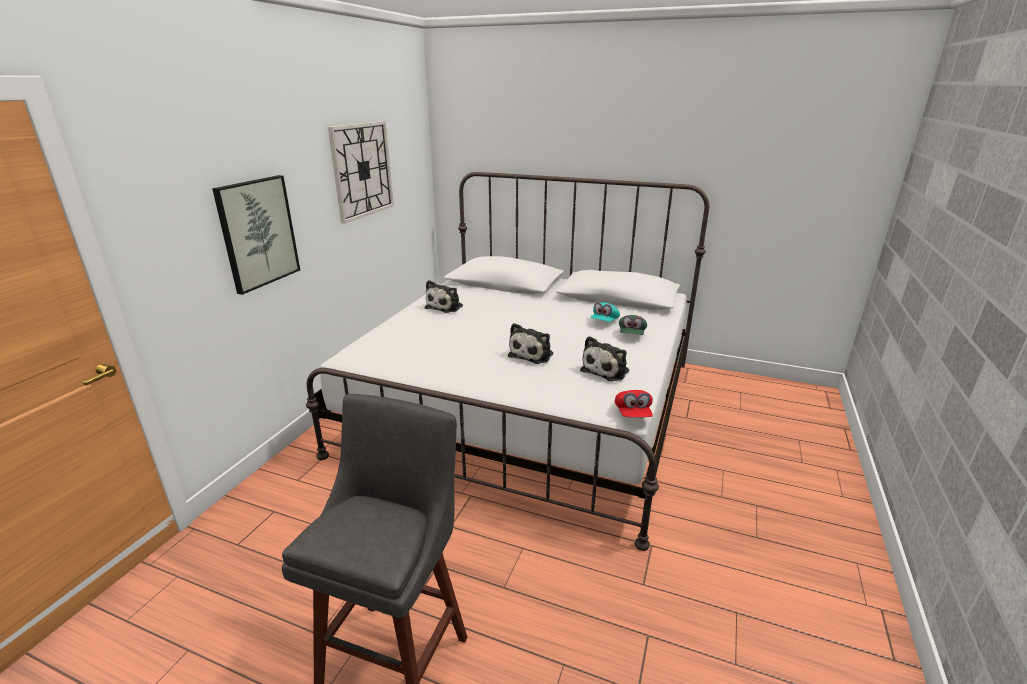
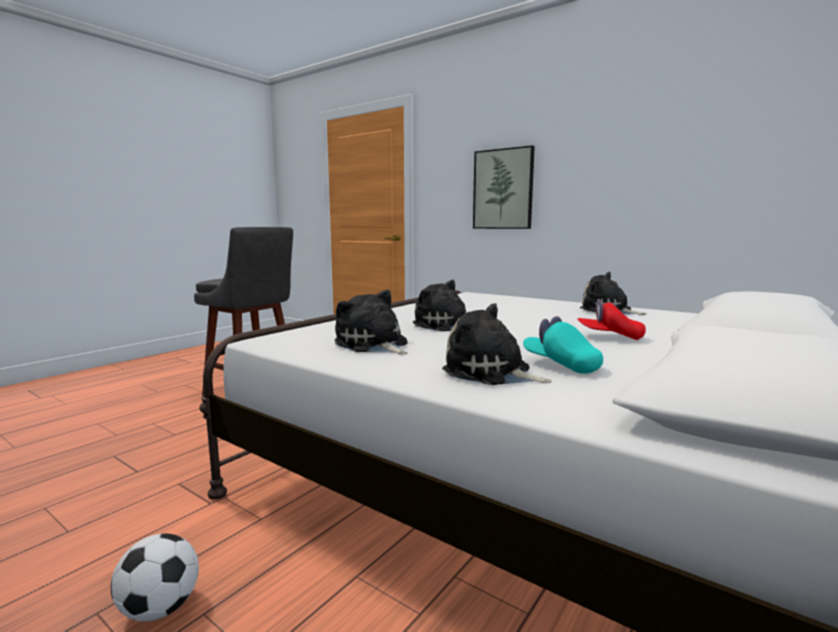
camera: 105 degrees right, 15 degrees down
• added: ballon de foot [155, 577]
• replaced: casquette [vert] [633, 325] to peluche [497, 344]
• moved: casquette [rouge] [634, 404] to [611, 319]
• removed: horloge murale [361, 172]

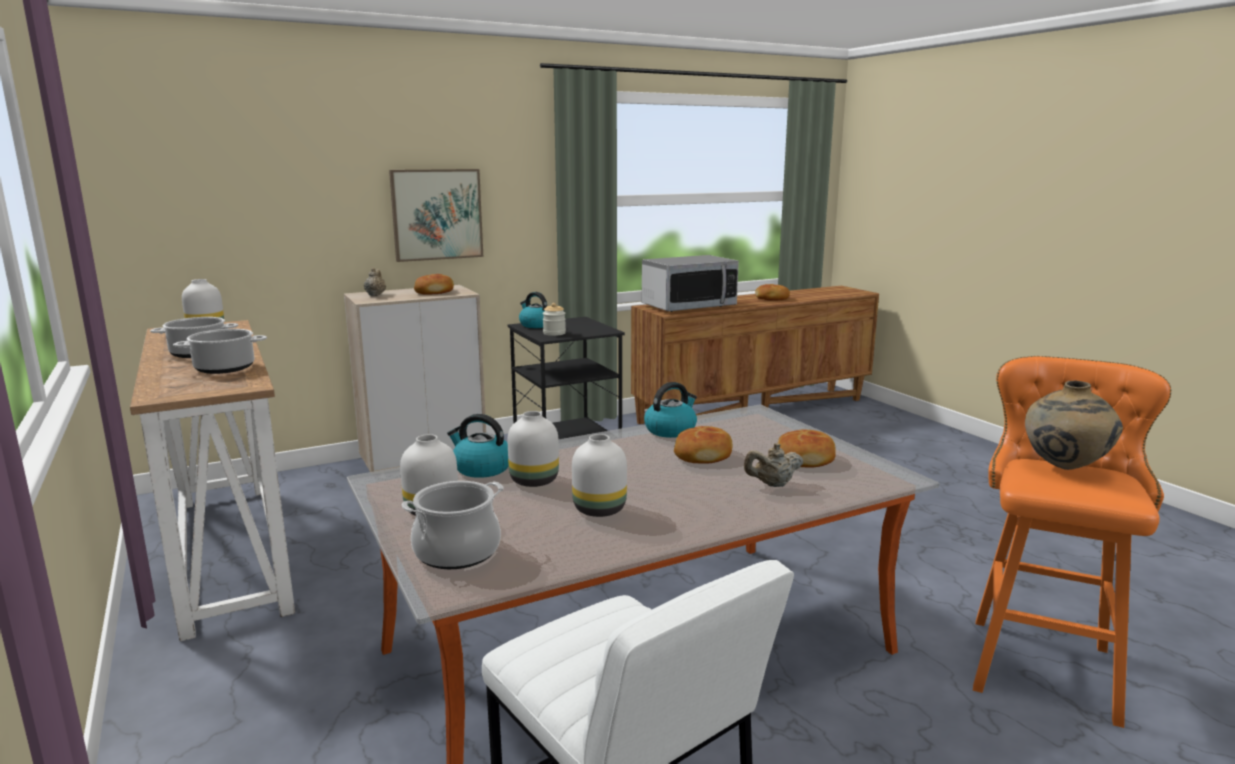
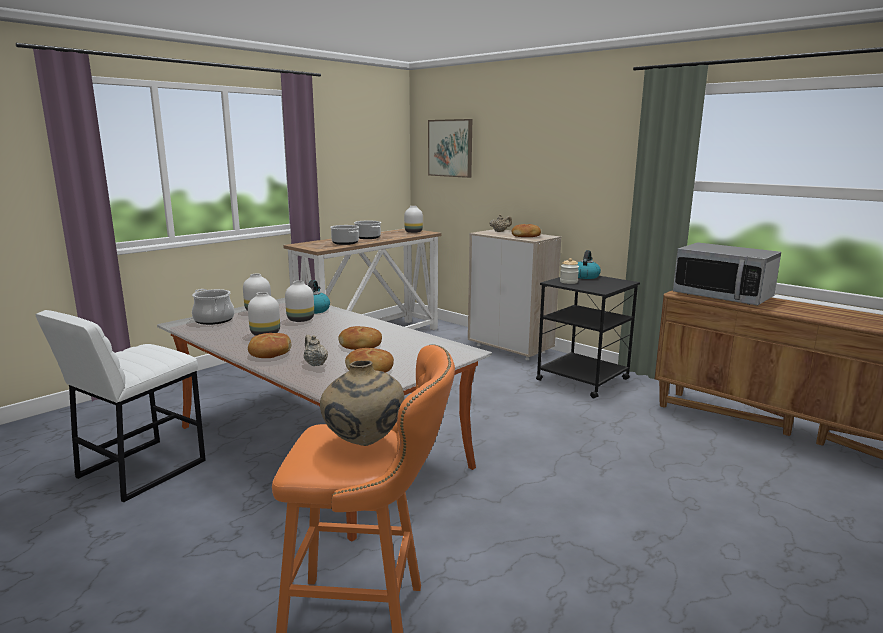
camera: 70 degrees right, 0 degrees up
• moved: pain [772, 292] to [269, 345]
• moved: tableau [436, 215] to [450, 148]
• removed: bouilloire [670, 410]

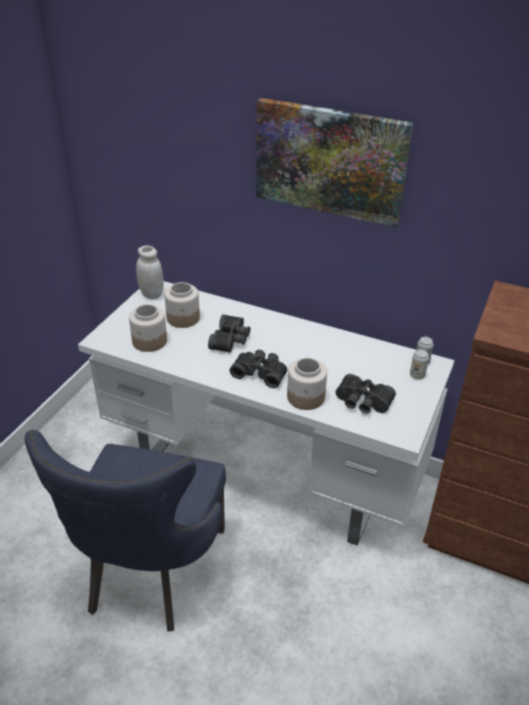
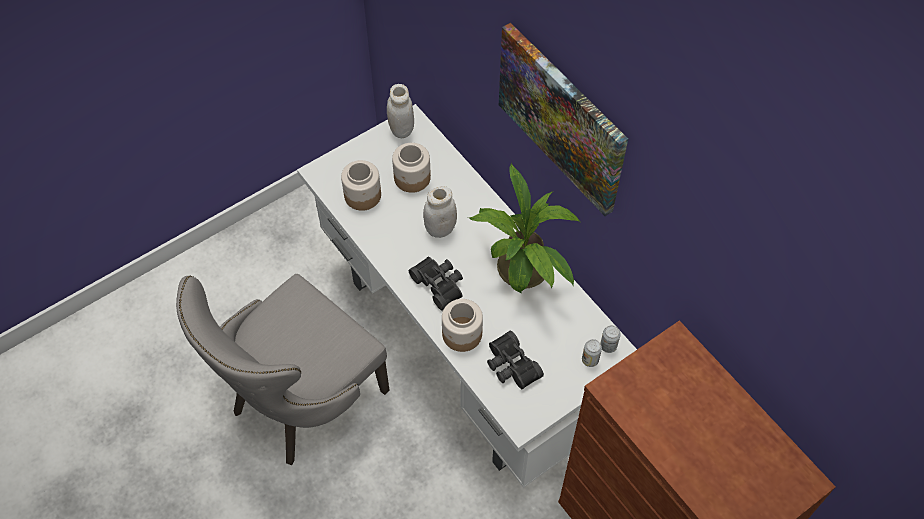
camera: 30 degrees right, 20 degrees up
• recoloured: chaise [bleu] [125, 531] to chaise [gris] [283, 369]
• replaced: jumelles [noir] [229, 333] to bocal [blanc] [440, 212]
• added: plante en pot [524, 228]

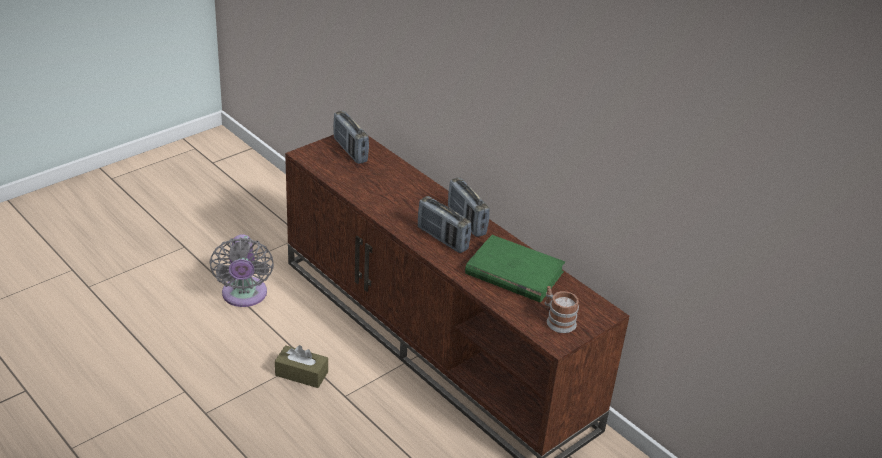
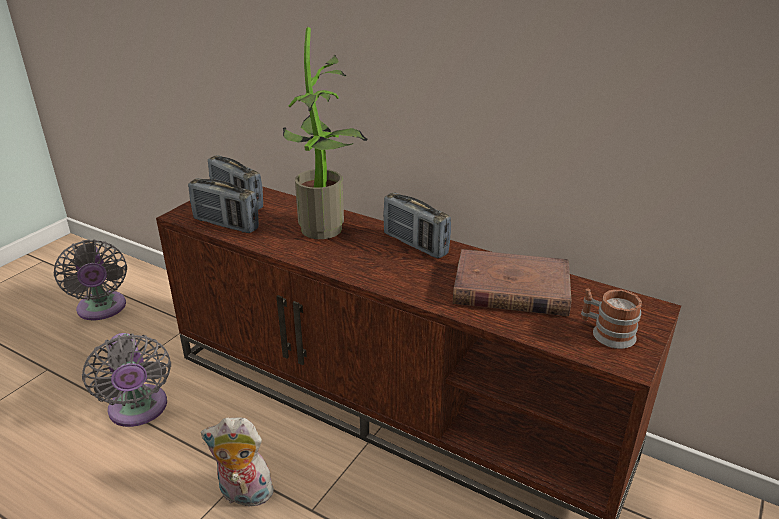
camera: 15 degrees left, 5 degrees down
• added: ventilateur [gris] [90, 279]
• moved: radio [444, 224] to [223, 205]
• replaced: boîte à mouchoirs [marron] [301, 366] to peluche [240, 464]
• added: plante en pot [325, 133]
• recoloured: livre [vert] [515, 269] to livre [marron] [512, 282]

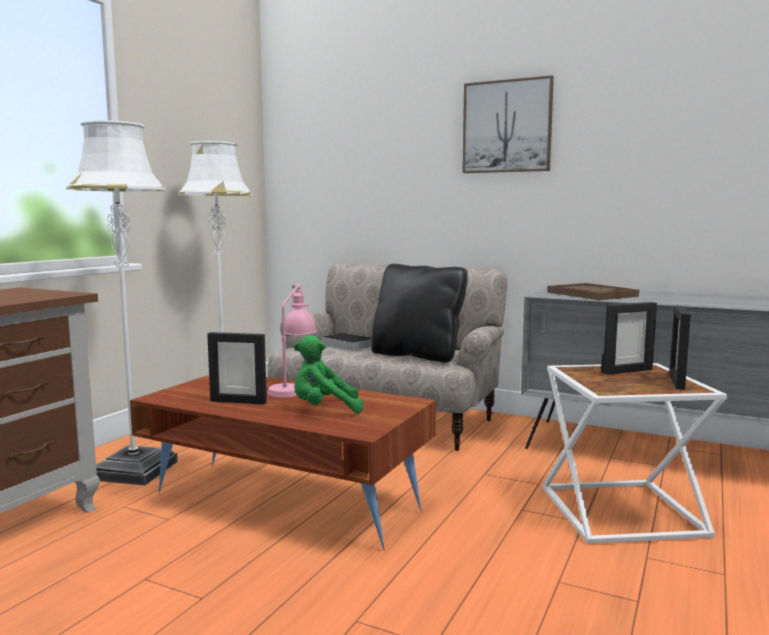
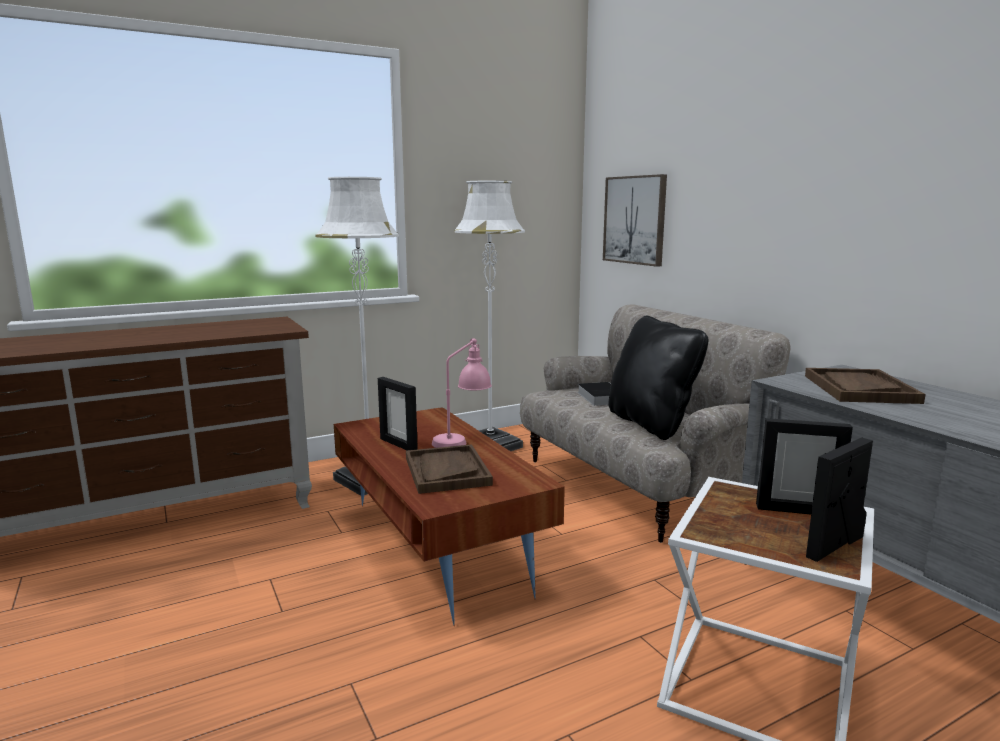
camera: 35 degrees right, 5 degrees up
• replaced: peluche [vert] [328, 374] to plateau [marron] [449, 469]
• moved: tableau [508, 124] to [635, 220]

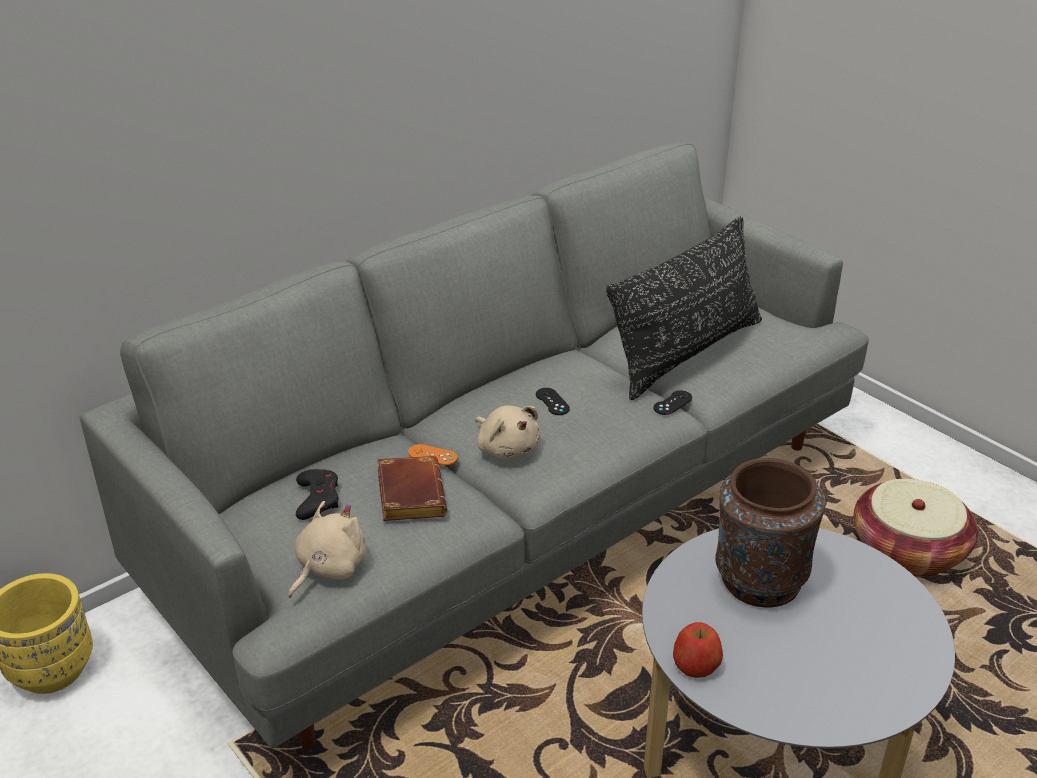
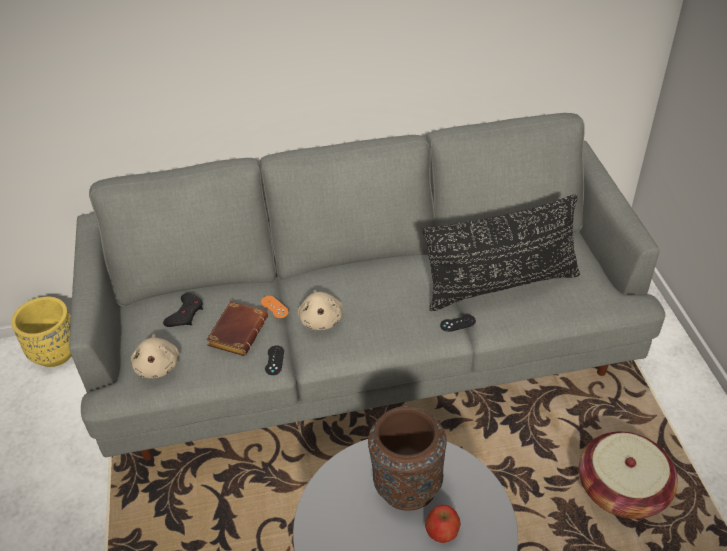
camera: 30 degrees right, 10 degrees up
• turned: peluche [beige] [327, 549] = [155, 356] 105 degrees clockwise
• moved: manette [noir] [553, 401] to [274, 360]
• moved: pomme [698, 650] to [443, 524]

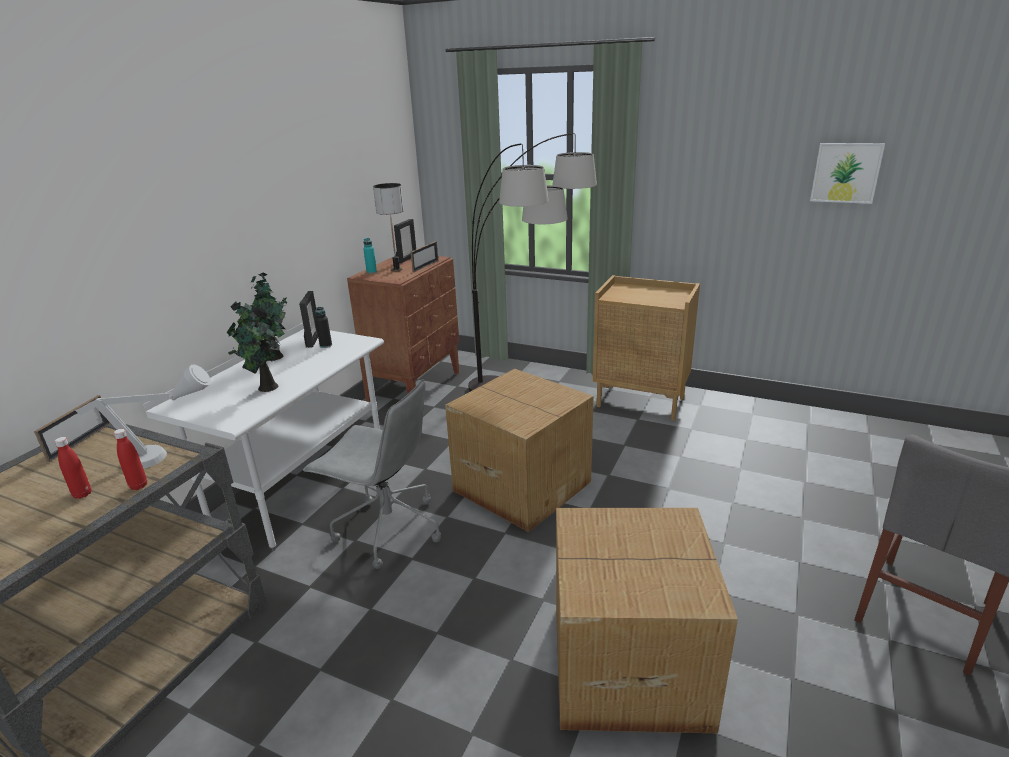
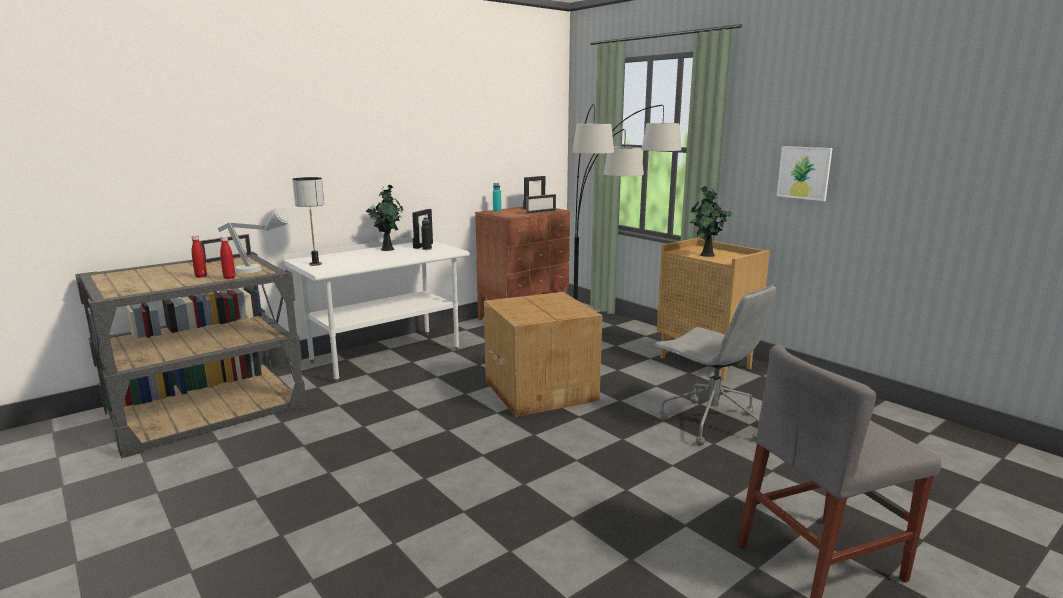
camera: 25 degrees right, 10 degrees down
• moved: lampe de table [388, 227] to [308, 221]
• moved: chaise de bureau [gris] [372, 474] to [714, 365]
• moved: plante en pot [255, 346] to [710, 221]
• moved: tableau [847, 173] to [805, 173]
• removed: carton [647, 620]

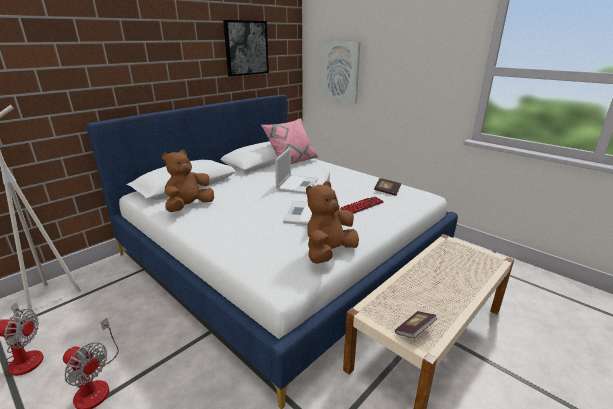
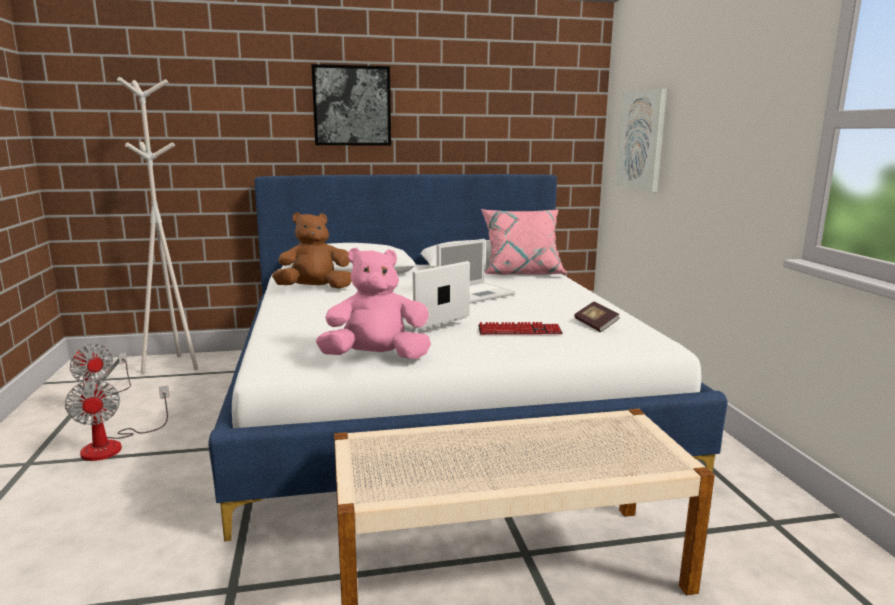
camera: 35 degrees right, 10 degrees down
• moved: tableau [246, 48] to [351, 104]
• recoloured: peluche [marron] [332, 222] to peluche [rose] [373, 303]
• removed: livre [416, 324]

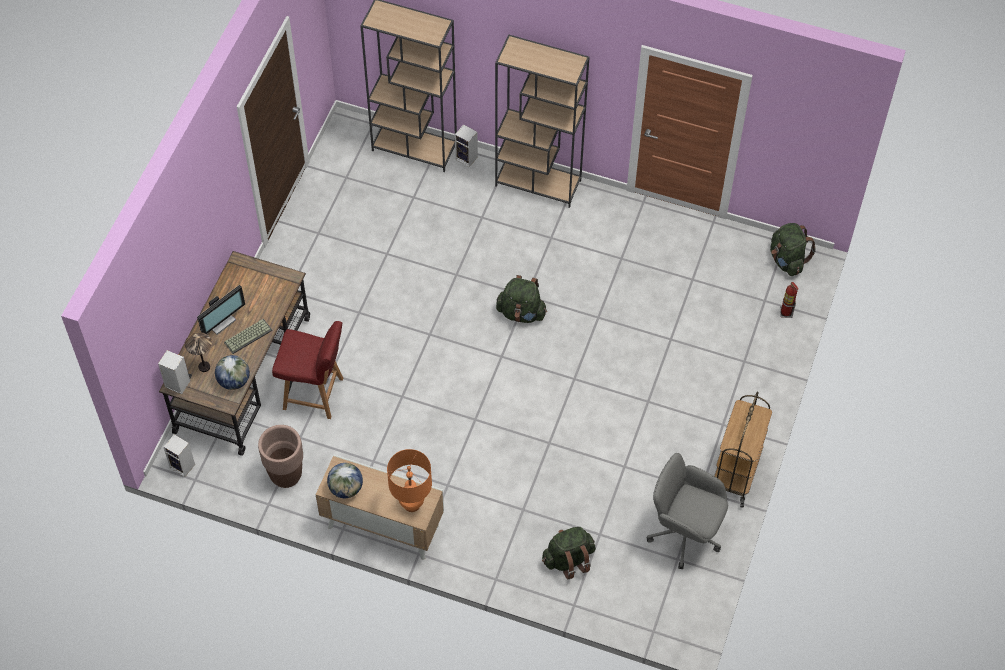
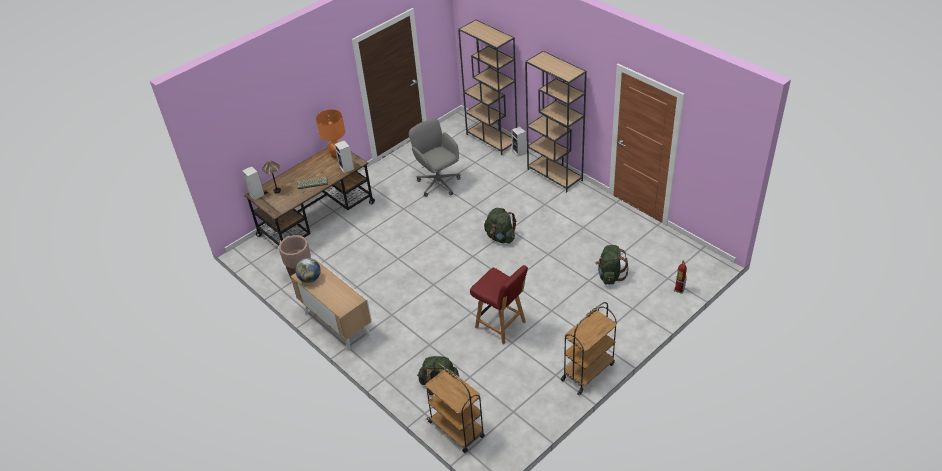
camera: 30 degrees right, 15 degrees down
• moved: lampe de table [orange] [409, 480] to [330, 133]
• moved: enceinte [179, 455] to [344, 157]
• moved: chaise de bureau [gris] [687, 511] to [435, 157]
• added: chariot [marron] [455, 407]
• moved: chaise [rouge] [307, 370] to [499, 304]
• moved: sac à dos [vert] [793, 249] to [611, 265]
• removed: écran d'ordinateur [221, 310]
• removed: globe [232, 372]

